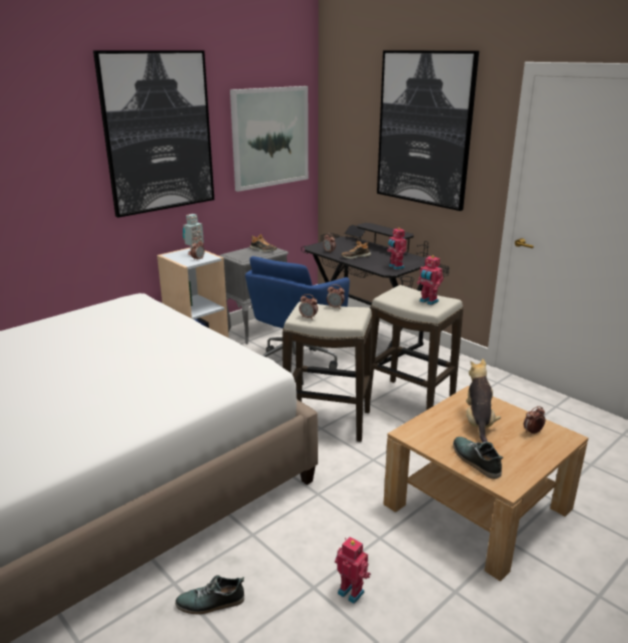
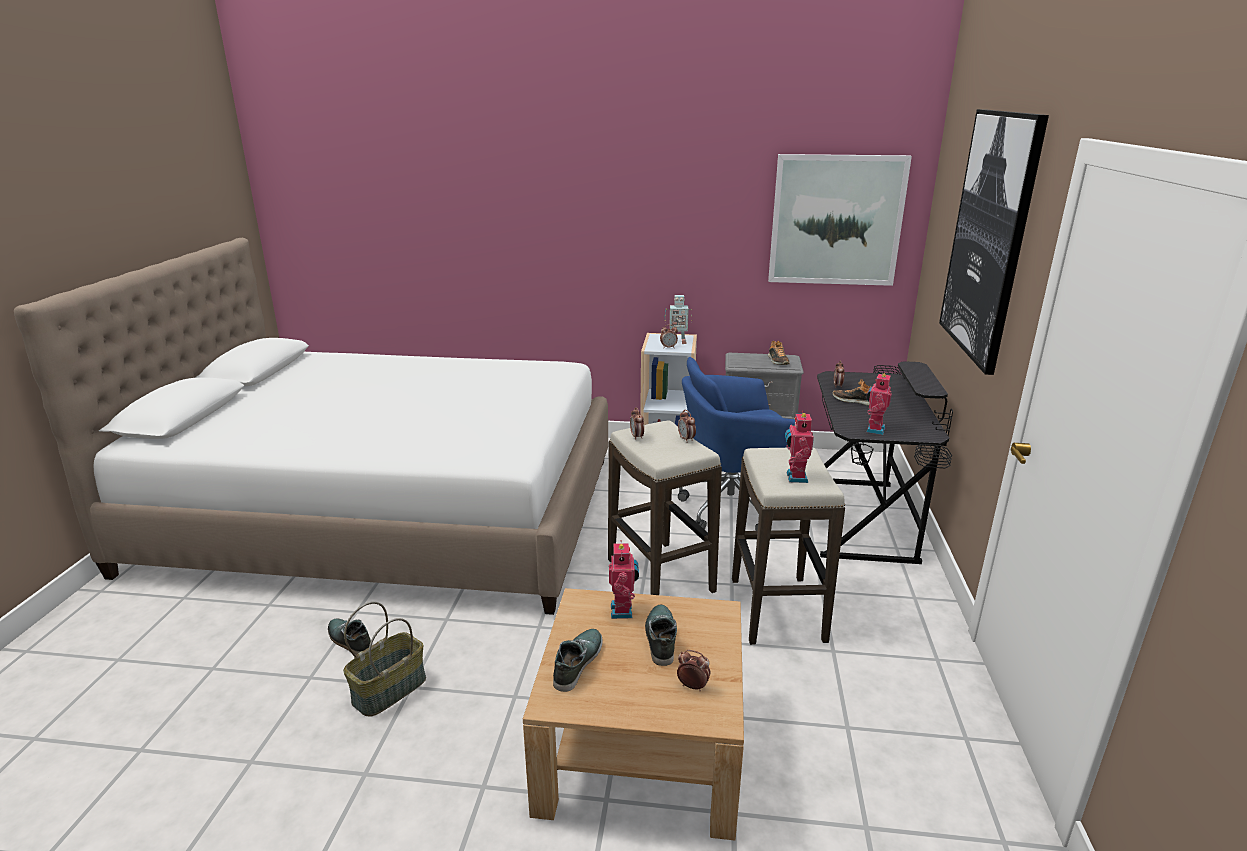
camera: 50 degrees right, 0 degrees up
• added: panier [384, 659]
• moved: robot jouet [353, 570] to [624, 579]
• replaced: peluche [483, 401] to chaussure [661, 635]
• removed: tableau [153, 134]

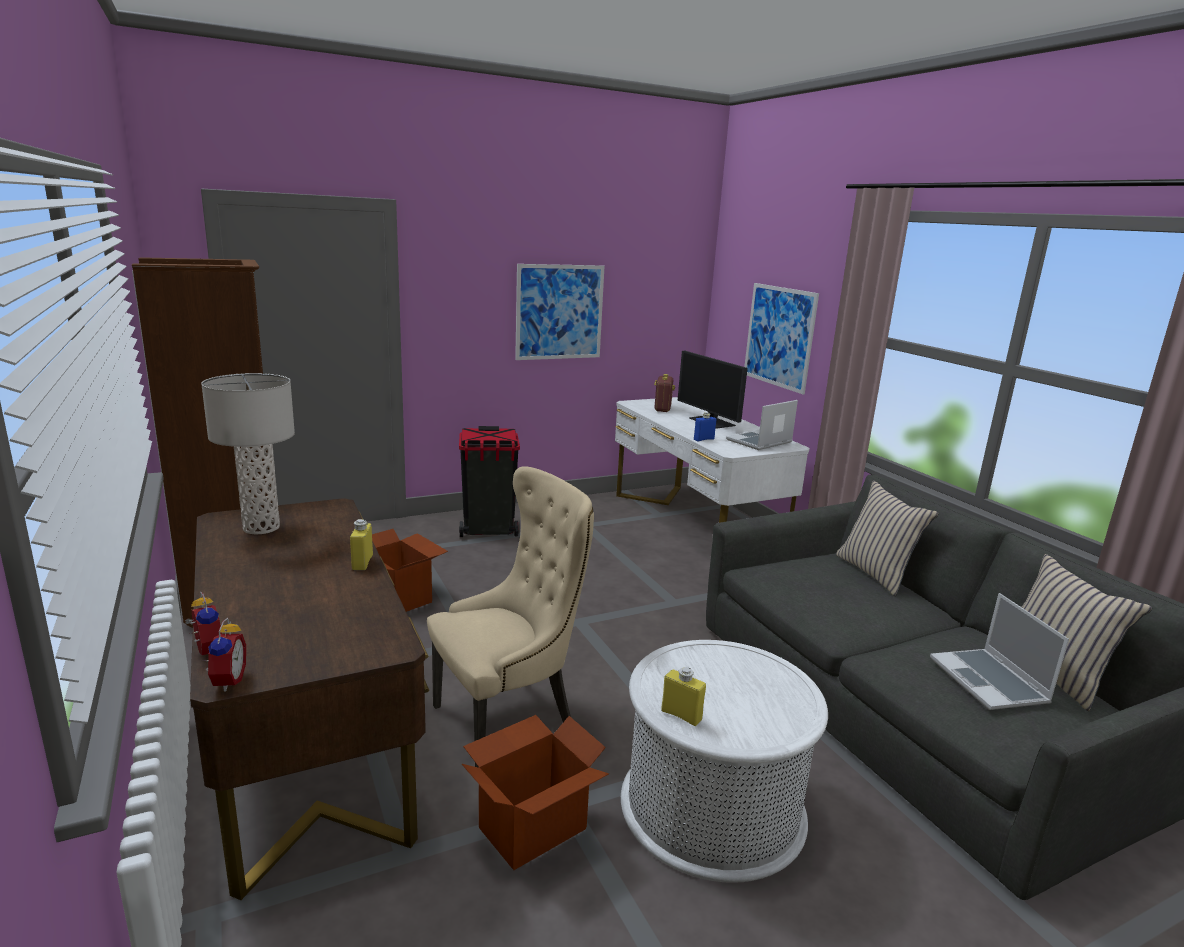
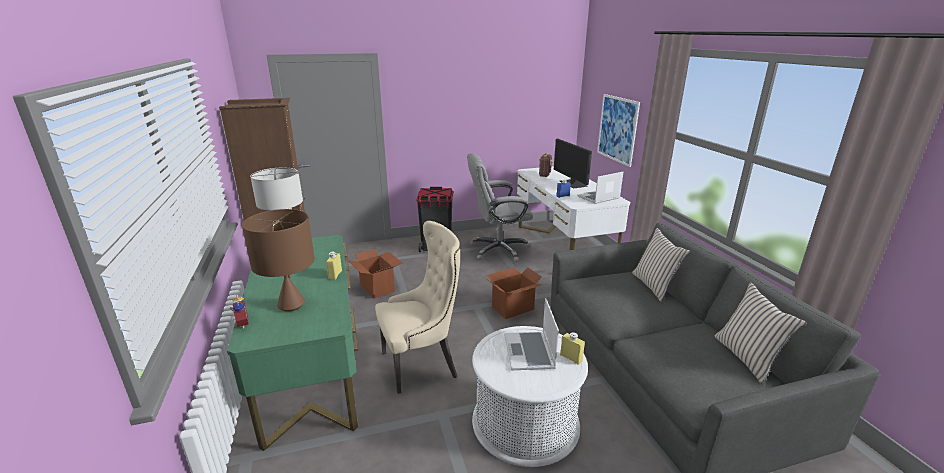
camera: 10 degrees right, 5 degrees up
• recoloured: bureau [marron] [309, 699] to bureau [vert] [292, 343]
• added: lampe de table [marron] [278, 260]
• added: chaise de bureau [gris] [500, 207]
• moved: carton [535, 792] to [514, 293]
• moved: ordinateur portable [999, 651] to [531, 334]
• moved: bouteille [jaune] [683, 696] to [572, 348]
• removed: réveil [226, 655]
• removed: tableau [560, 312]

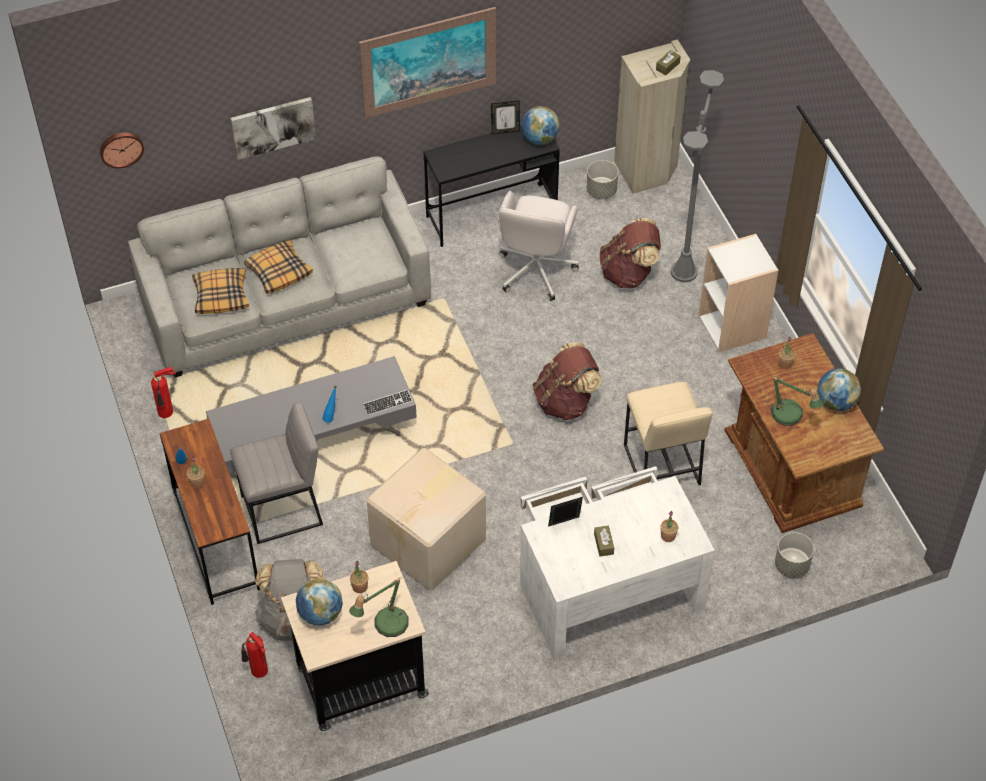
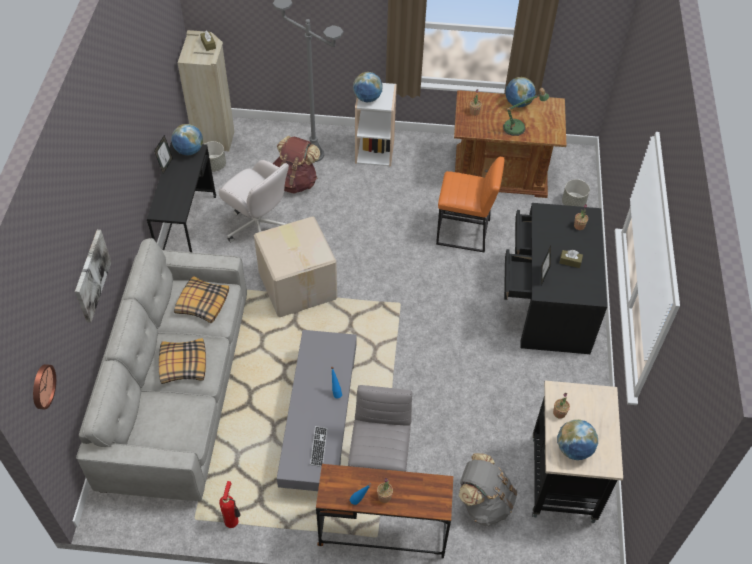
camera: 65 degrees left, 0 degrees up
• moved: coussin [220, 291] to [201, 299]
• moved: carton [426, 519] to [295, 266]
• moved: clavier [388, 403] to [318, 446]
• added: globe [367, 87]
• recoloured: chaise [beige] [668, 433] to chaise [orange] [470, 205]
• recoloured: bureau [blanc] [617, 562] to bureau [noir] [555, 278]
• removed: extincteur [255, 655]
• removed: lampe de table [379, 607]
• removed: tableau [427, 62]
• removed: sac à dos [marron] [567, 382]

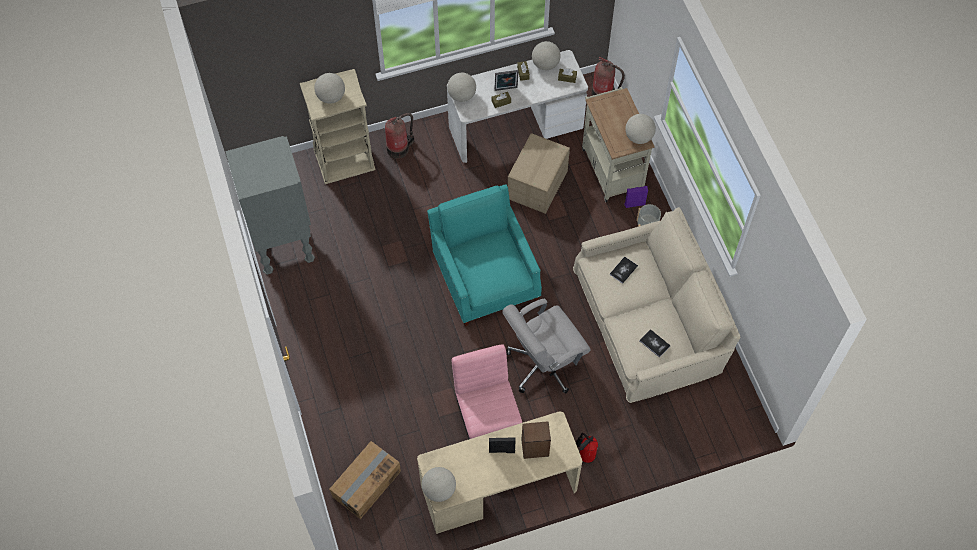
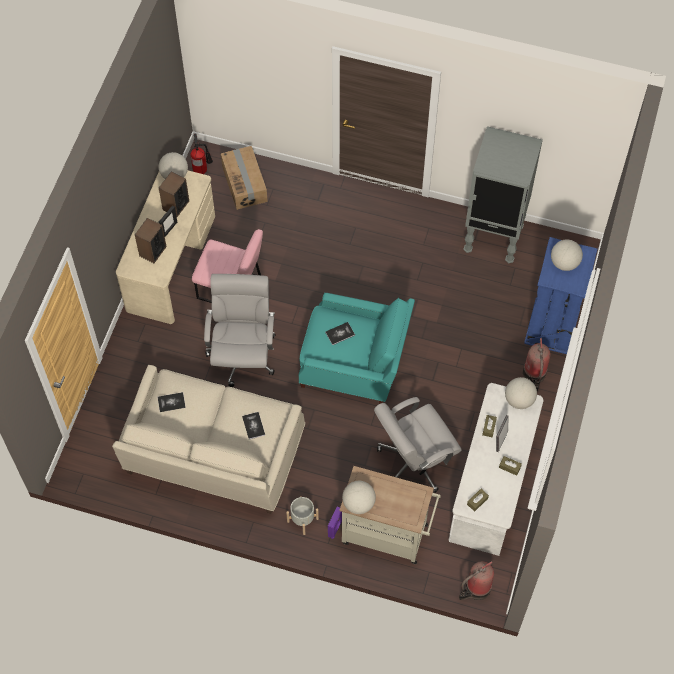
camera: 125 degrees right, 0 degrees up
• added: enceinte [174, 194]
• moved: extincteur [587, 448] to [202, 154]
• added: livre [340, 333]
• replaced: carton [539, 173] to chaise de bureau [gris] [417, 445]
• recoloured: bibliothèque [beige] [338, 126] to bibliothèque [bleu] [561, 295]
• removed: globe [546, 55]

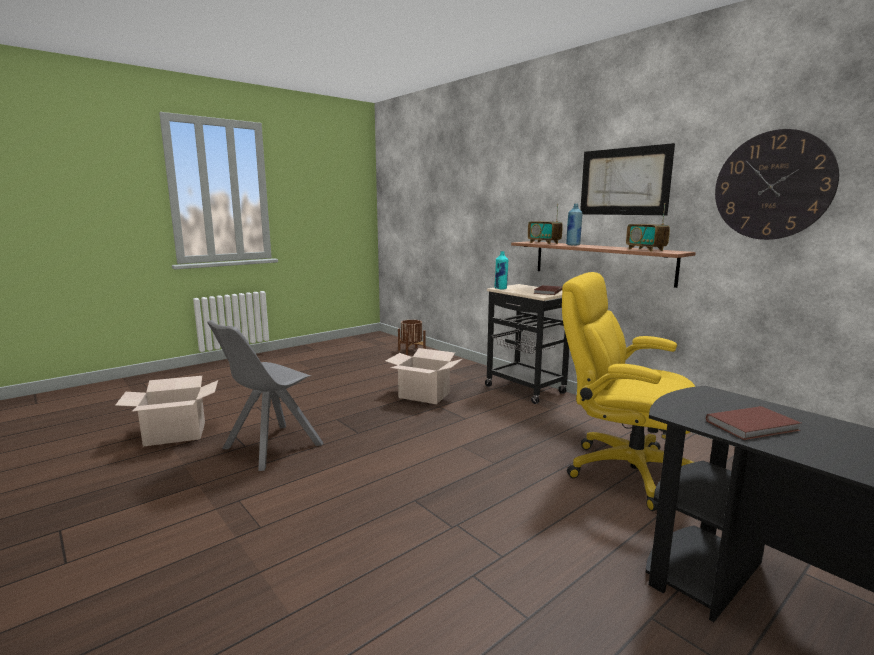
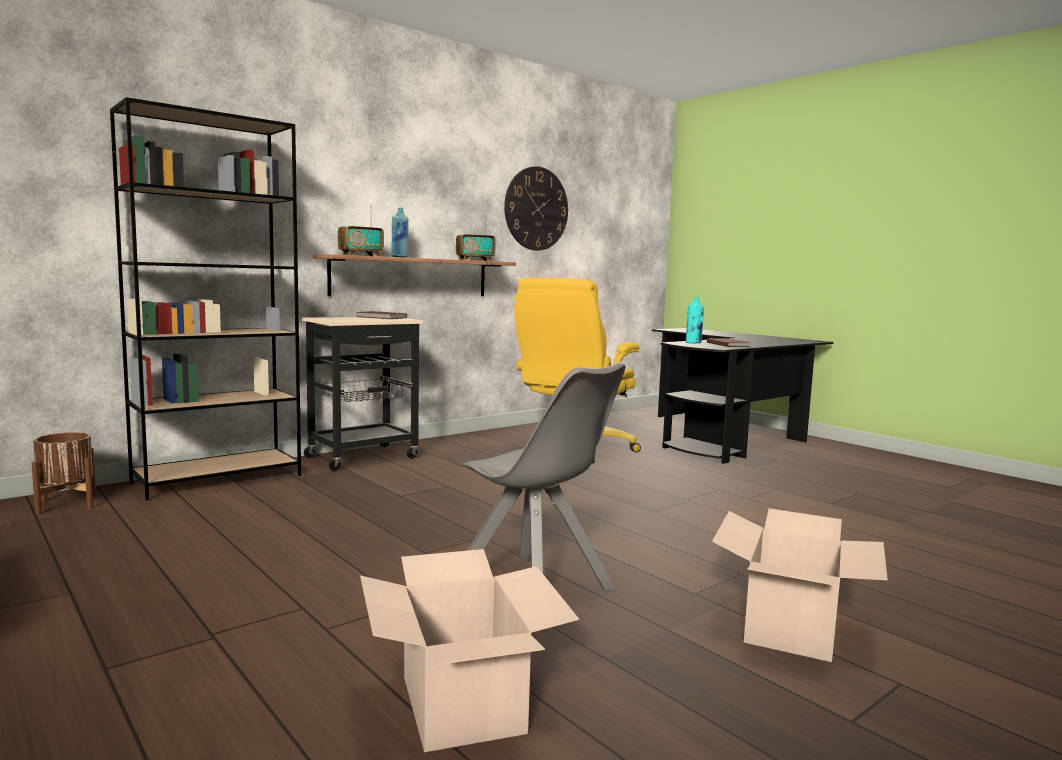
camera: 90 degrees left, 5 degrees down
• added: bibliothèque [beige] [205, 298]
• moved: bouteille [turquoise] [501, 270] to [695, 320]
• moved: carton [424, 376] to [800, 585]
• removed: tableau [627, 179]

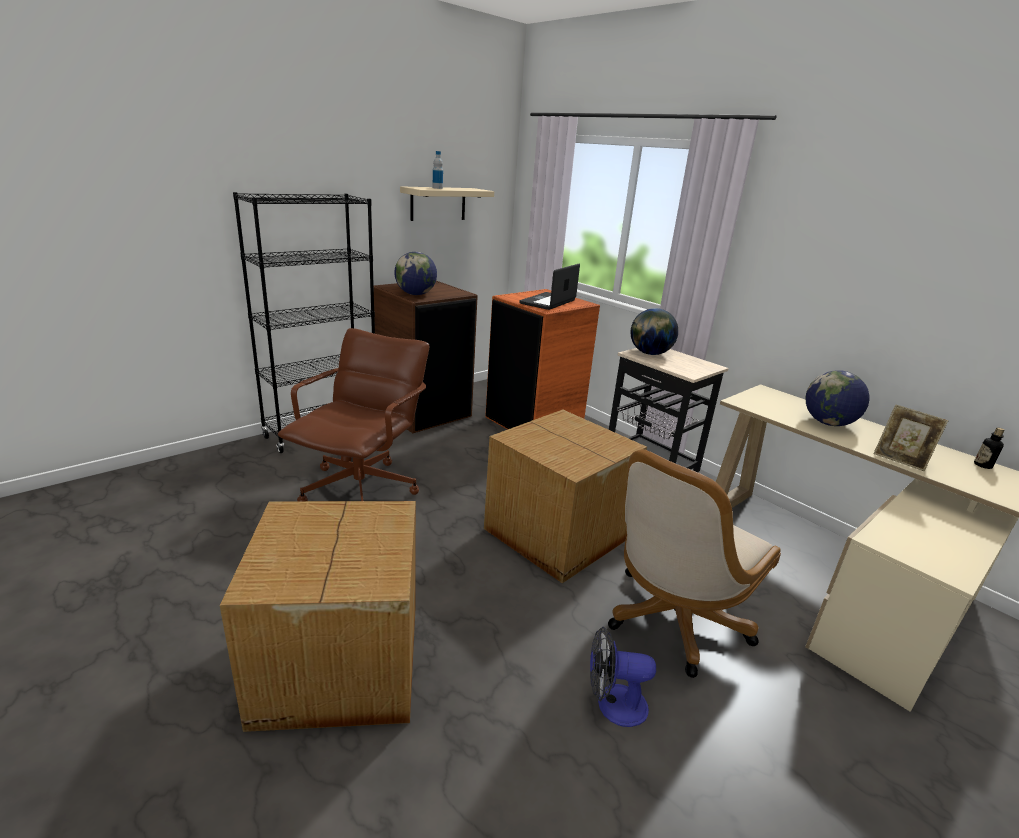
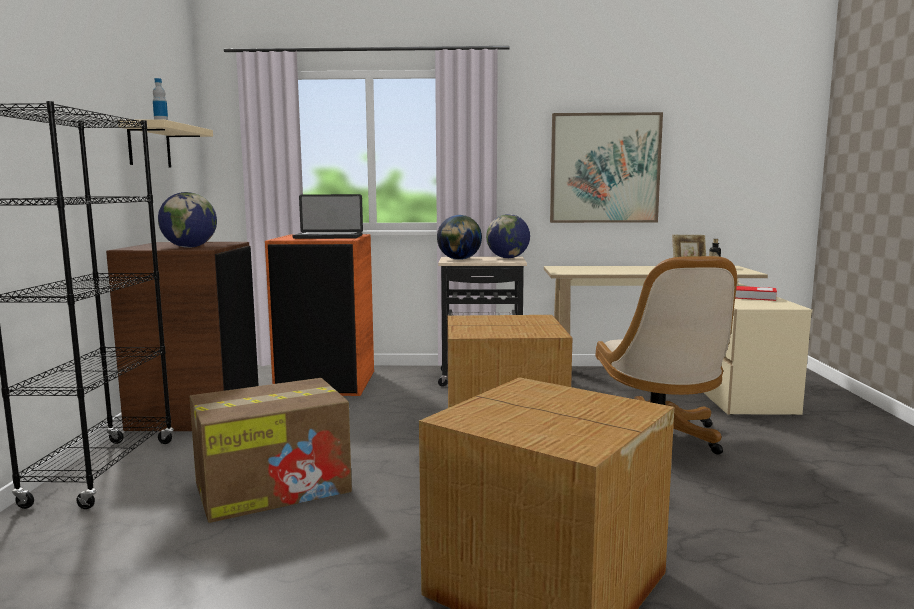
camera: 45 degrees left, 15 degrees down
• replaced: chaise de bureau [marron] [353, 414] to carton [271, 450]
• turned: ordinateur portable [549, 287] = [328, 216] 75 degrees counterclockwise
• moved: globe [837, 398] to [508, 236]
• added: tableau [606, 167]
• added: livre [756, 293]
• removed: ventilateur [623, 677]

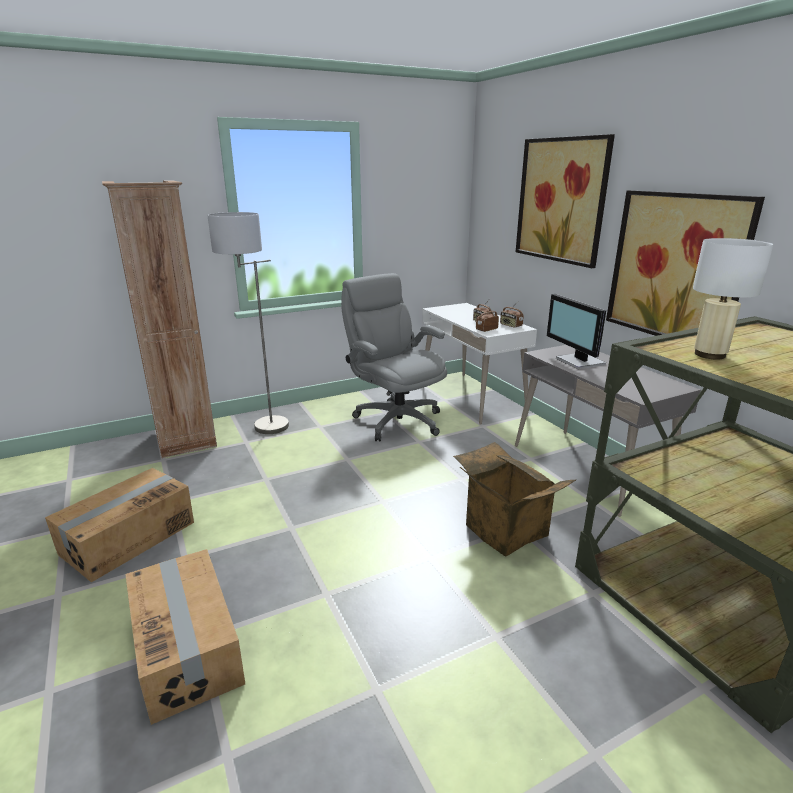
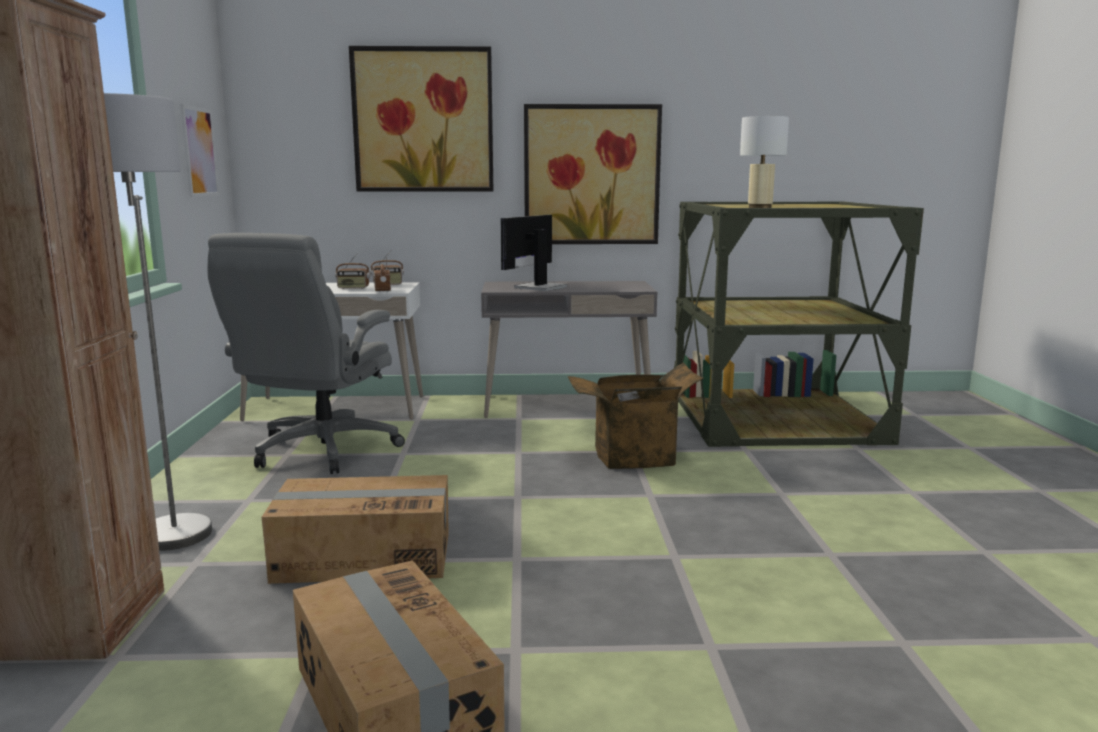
camera: 65 degrees left, 10 degrees down
• added: tableau [199, 150]
• turned: chaise de bureau [gris] [394, 357] = [306, 353] 60 degrees counterclockwise
• moved: carton [185, 637] to [355, 529]
• turned: écran d'ordinateur [576, 331] = [534, 253] 120 degrees clockwise

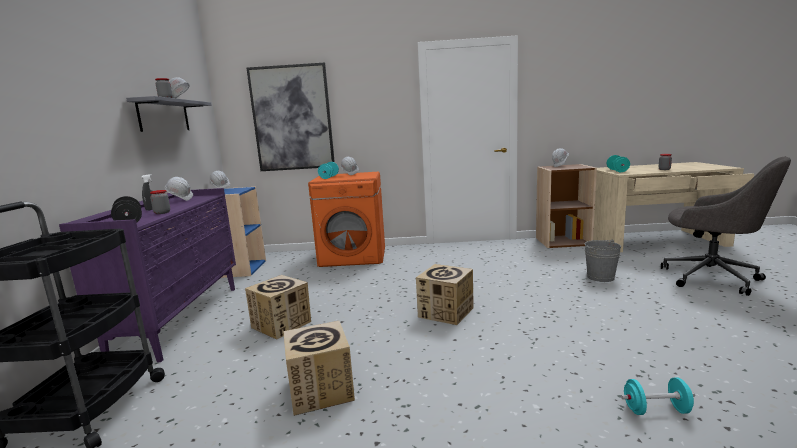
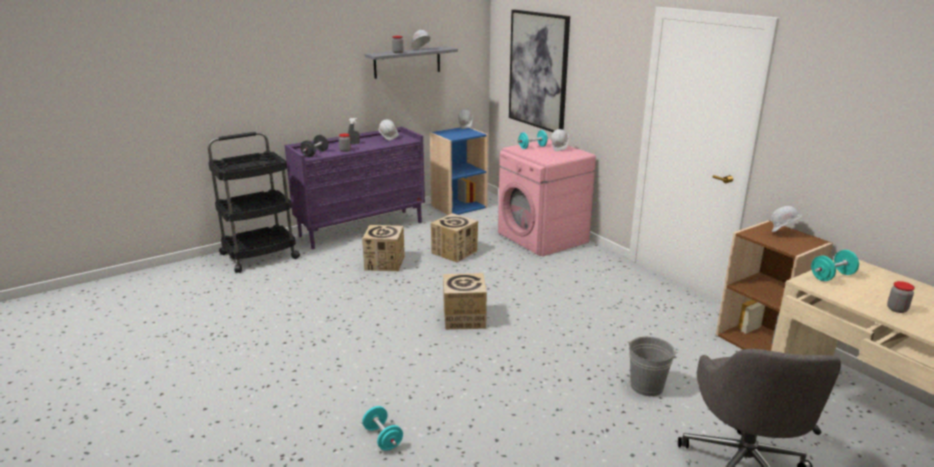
camera: 55 degrees right, 10 degrees up
• moved: carton [319, 368] to [454, 237]
• recoloured: lave-linge [orange] [346, 219] to lave-linge [rose] [547, 197]

